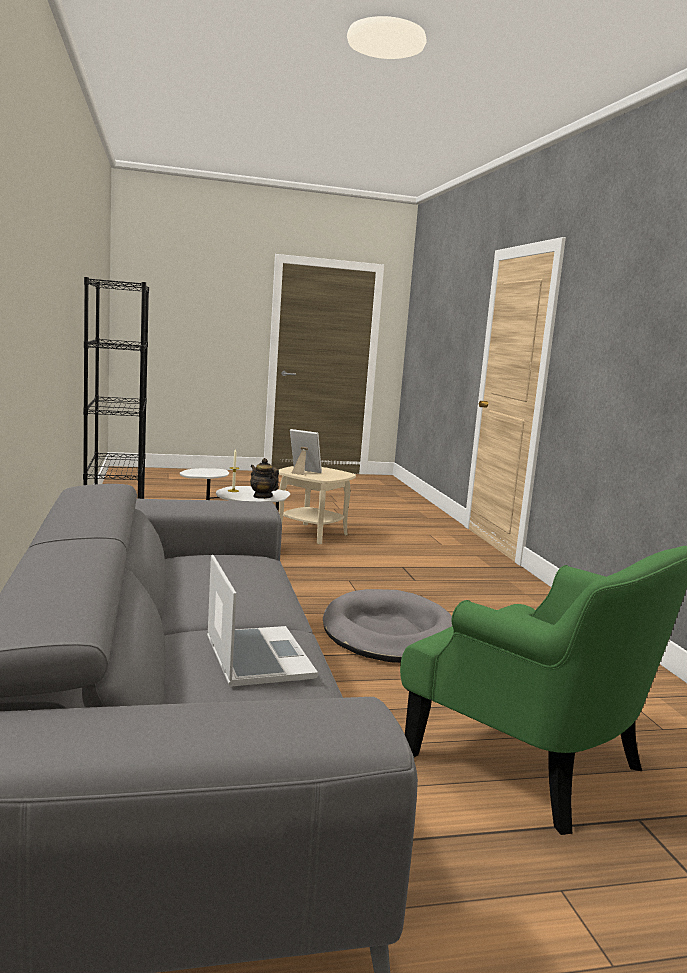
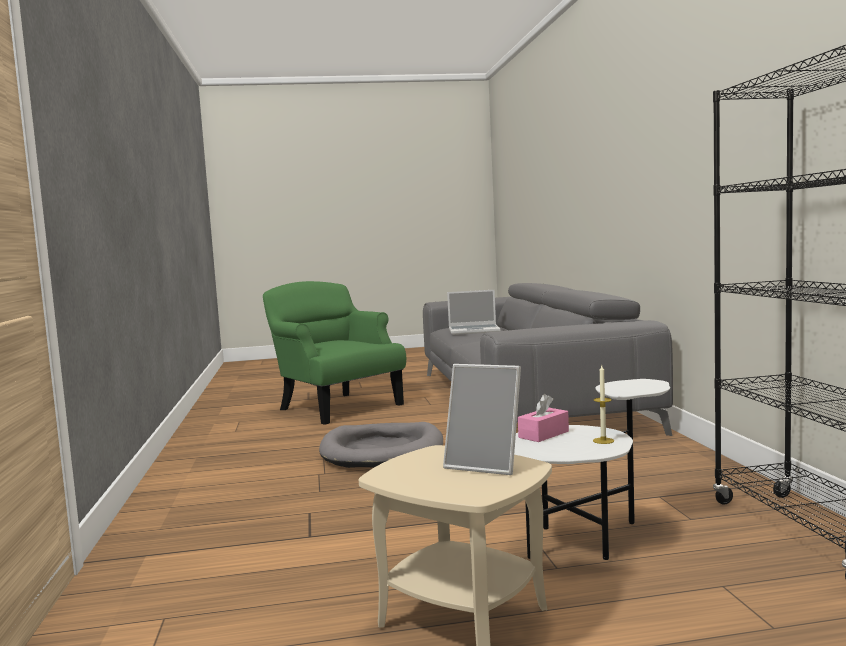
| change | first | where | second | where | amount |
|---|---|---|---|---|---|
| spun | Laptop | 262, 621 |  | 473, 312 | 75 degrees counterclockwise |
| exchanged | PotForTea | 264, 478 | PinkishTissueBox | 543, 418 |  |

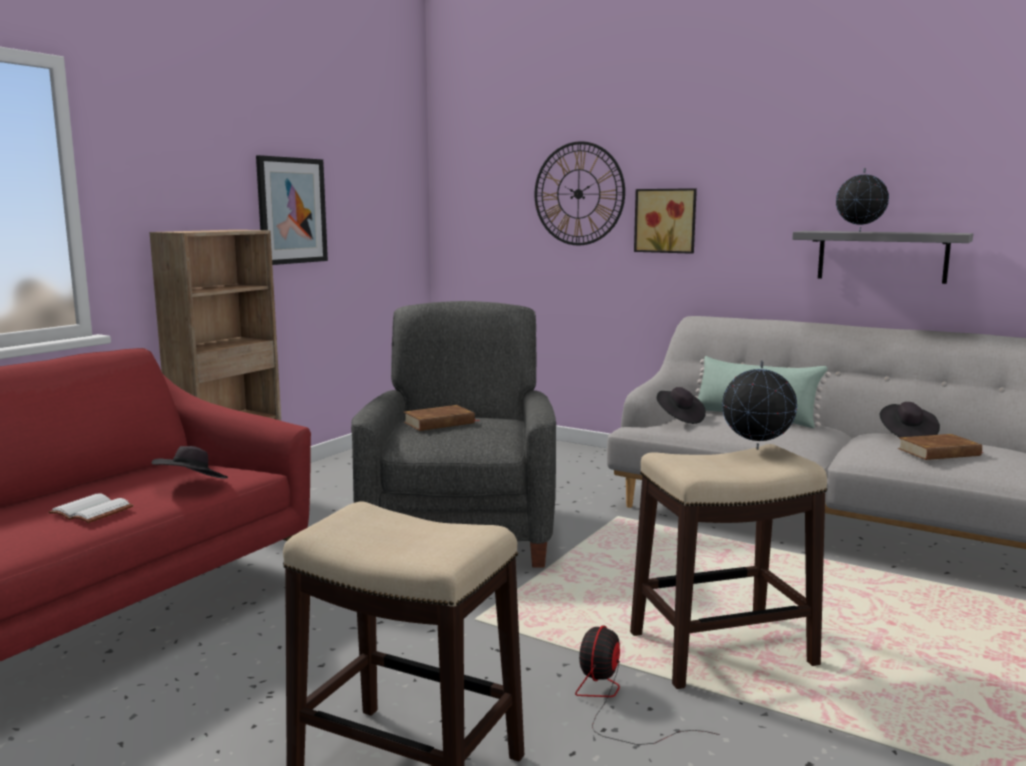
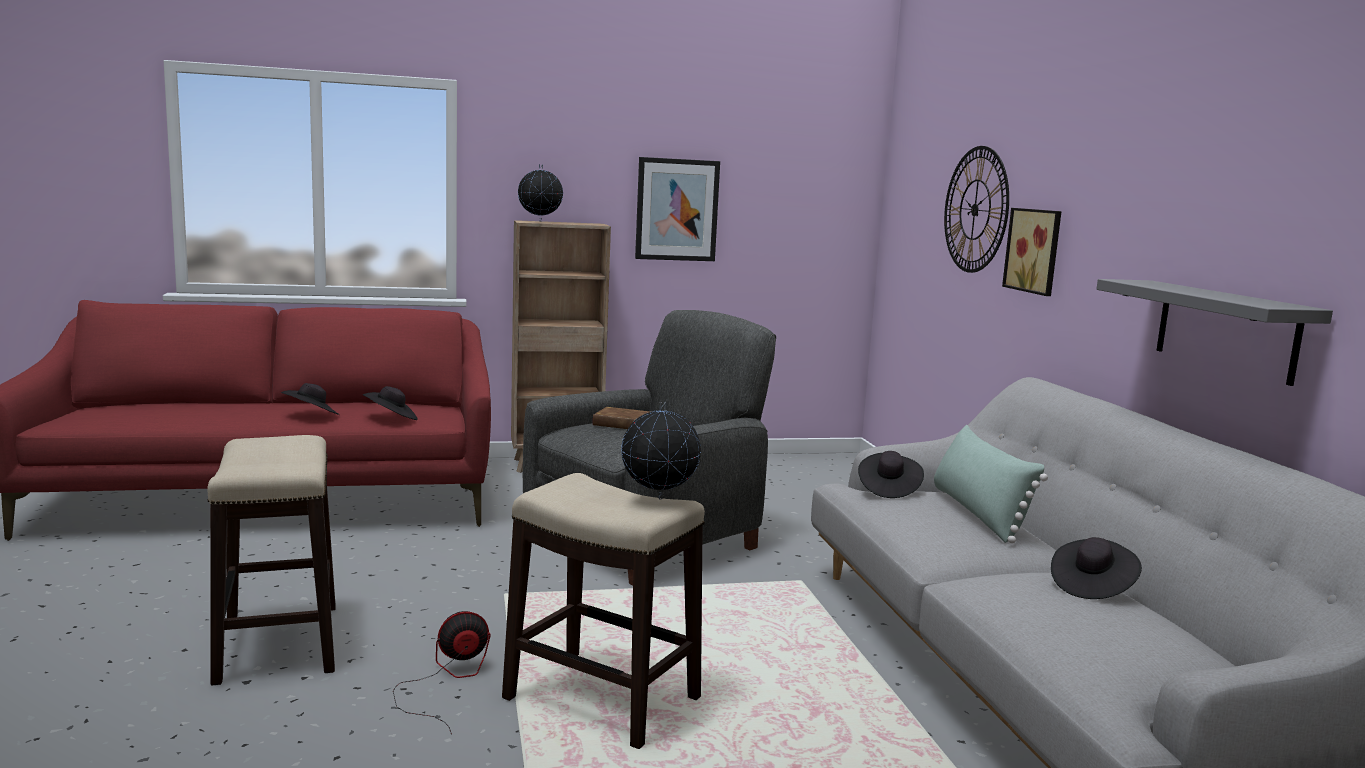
| change | first | where | second | where | amount |
|---|---|---|---|---|---|
| exchanged | WhiteColouredVolume | 91, 508 | BlackishHat | 310, 399 |  |
| relocated | Globe | 862, 200 |  | 540, 193 |  |
| missing | BrownishVolume | 939, 447 |  |  |  |

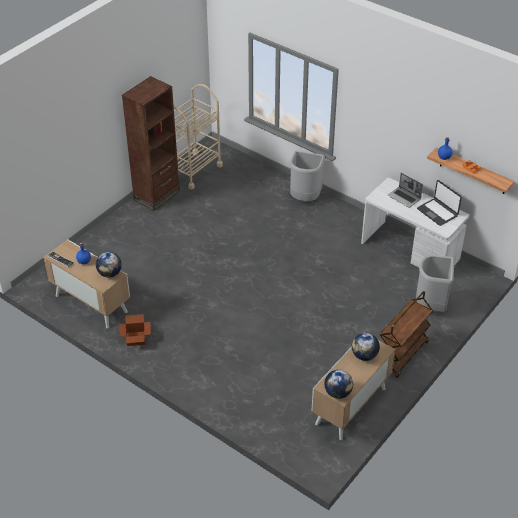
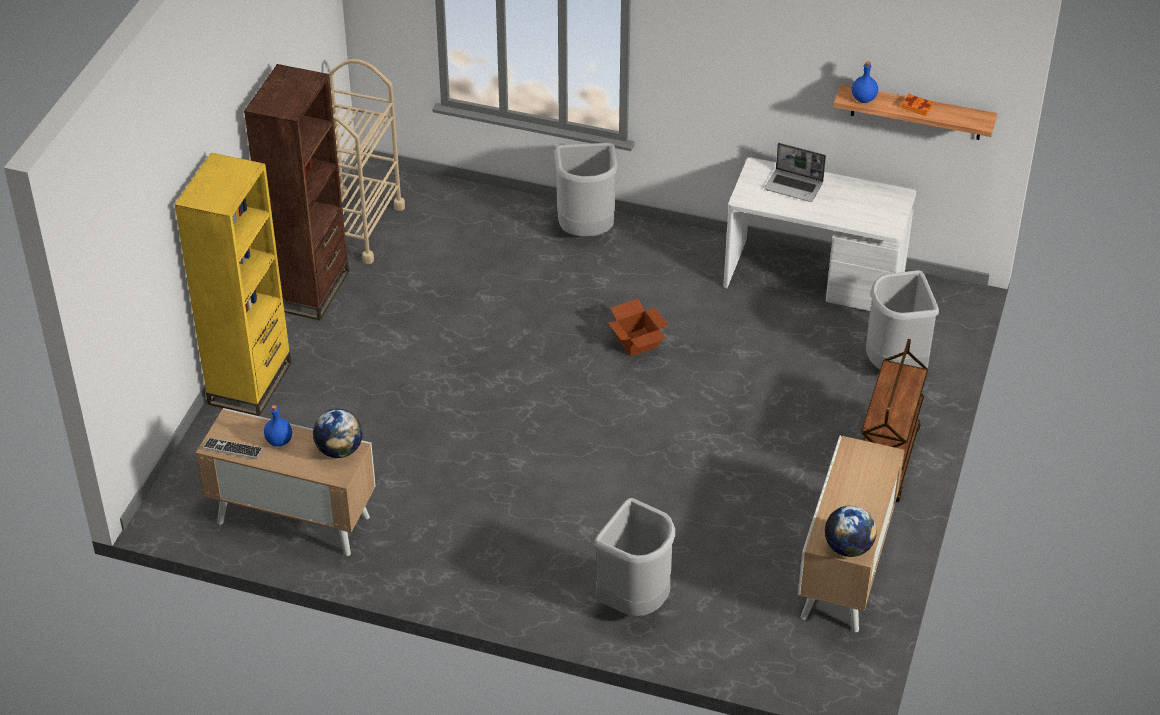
| change | first | where | second | where | amount |
|---|---|---|---|---|---|
| relocated | PackingBox | 135, 330 |  | 638, 327 |  |
| missing | Globe | 366, 347 |  |  |  |
| missing | Laptop | 439, 203 |  |  |  |
| appeared |  |  | YellowColouredBookcase | 232, 284 |  |
| appeared |  |  | GreyishWasteBin | 634, 557 |  |

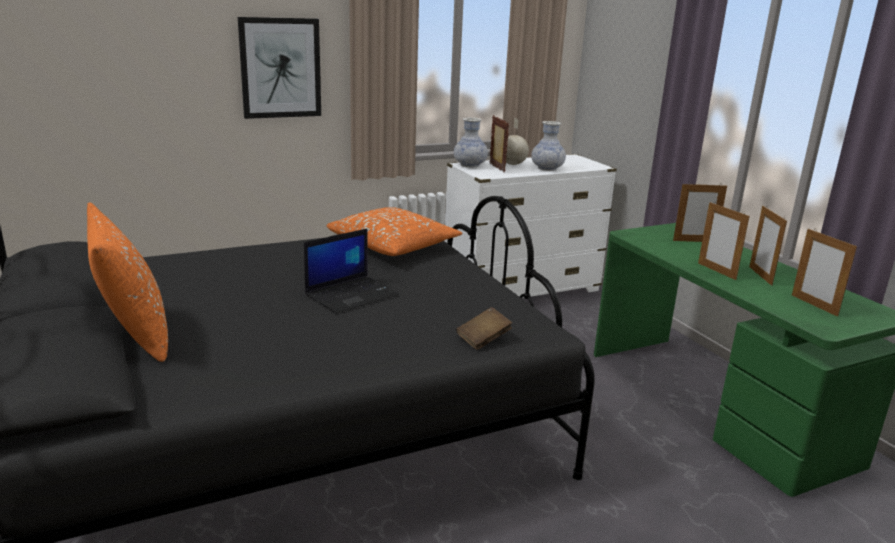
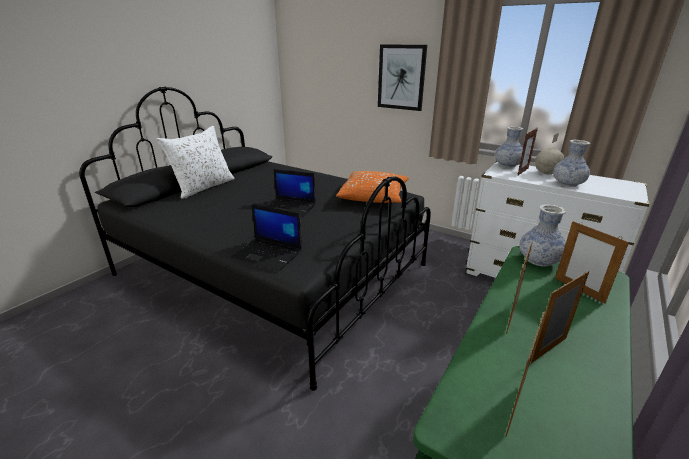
| change | first | where | second | where | amount |
|---|---|---|---|---|---|
| colour | OrangeThrowPillow | 127, 282 | WhiteColouredThrowPillow | 195, 162 |  |
| exchanged | BrownishVolume | 484, 328 | Laptop | 266, 237 |  |
| appeared |  |  | FlowerVase | 542, 235 |  |

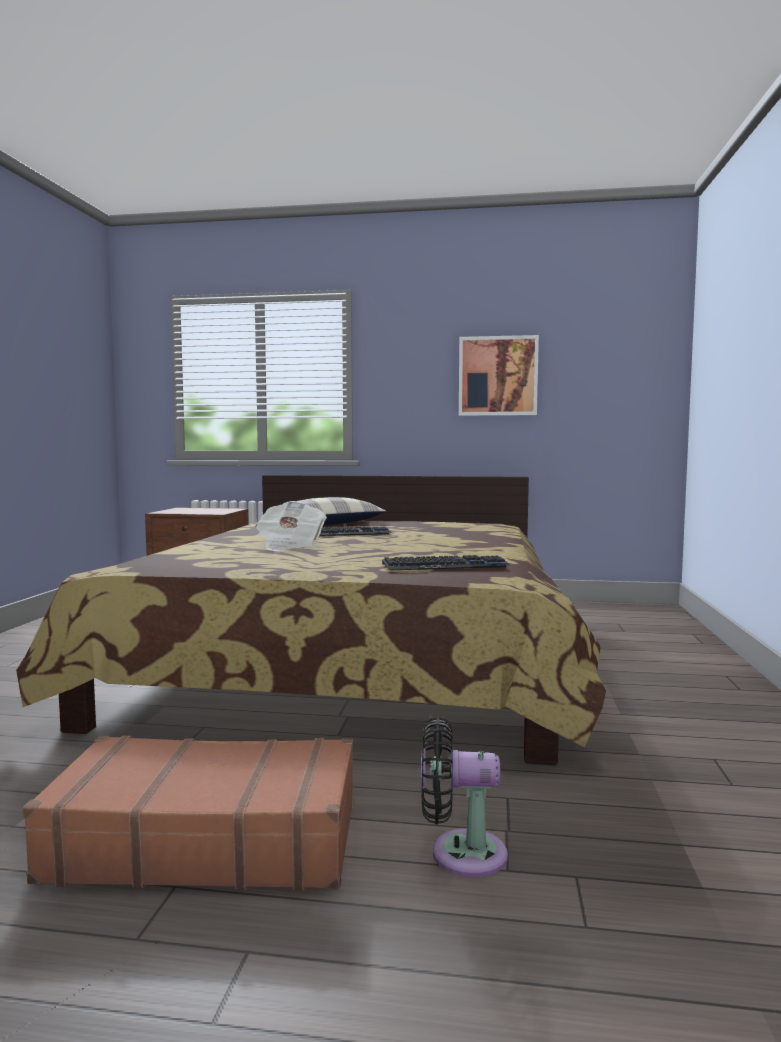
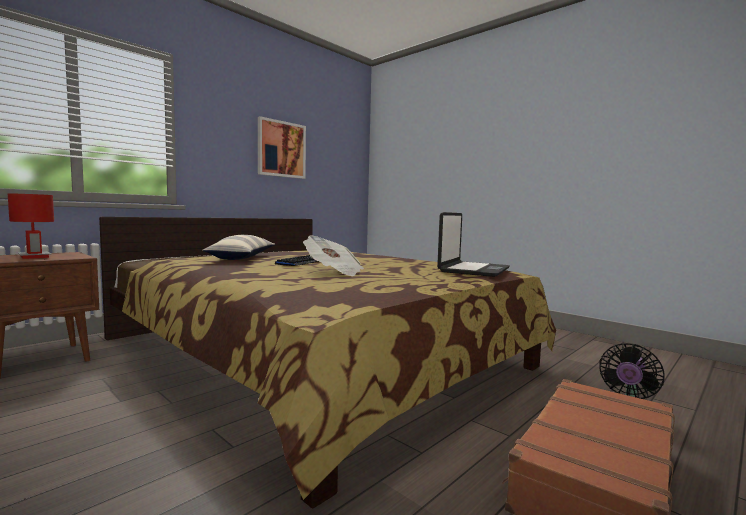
| change | first | where | second | where | amount |
|---|---|---|---|---|---|
| exchanged | ComputerKeyboard | 446, 562 | Laptop | 473, 244 |  |
| appeared |  |  | RedLampForATable | 31, 226 |  |

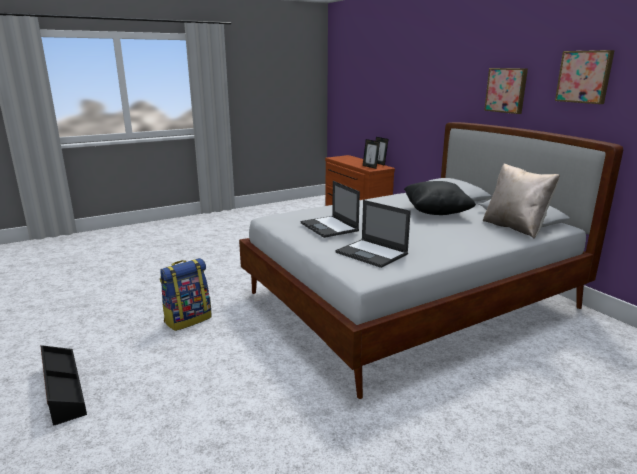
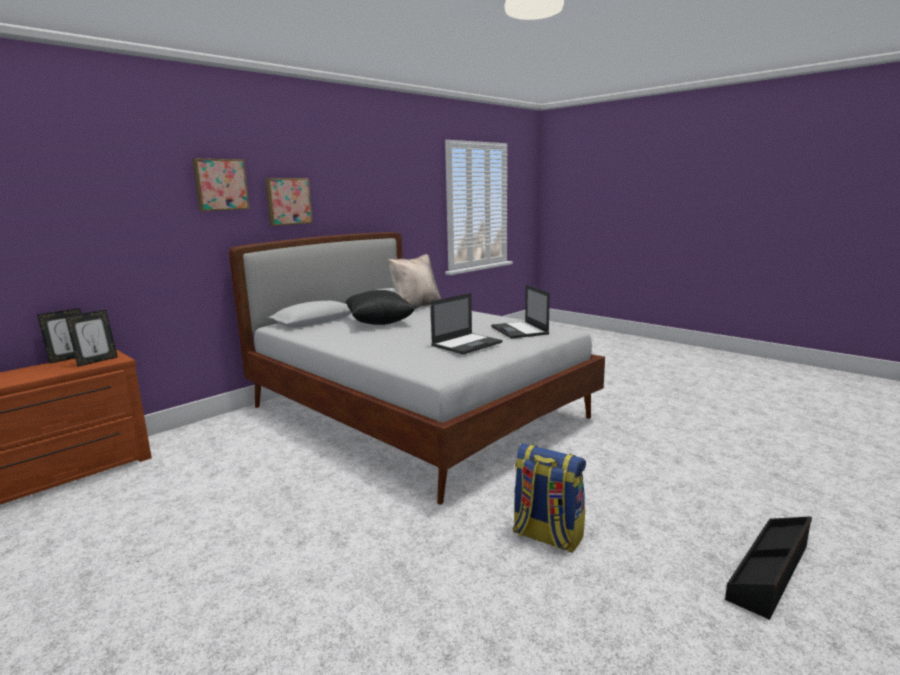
| change | first | where | second | where | amount |
|---|---|---|---|---|---|
| spun | Laptop | 373, 234 |  | 520, 312 | 135 degrees clockwise |
| relocated | WallArt | 585, 77 |  | 221, 184 |  |

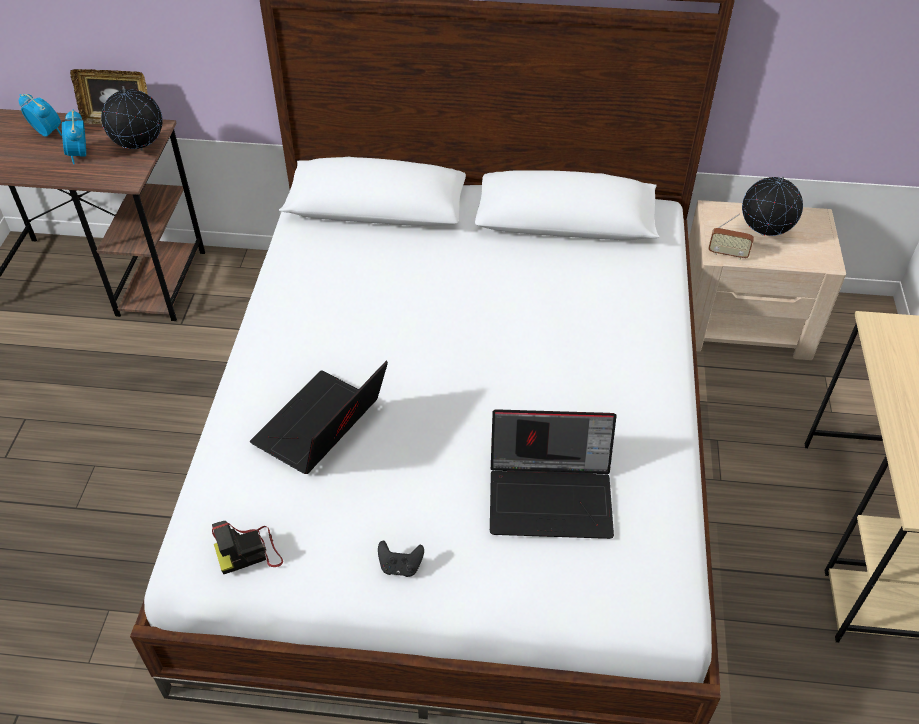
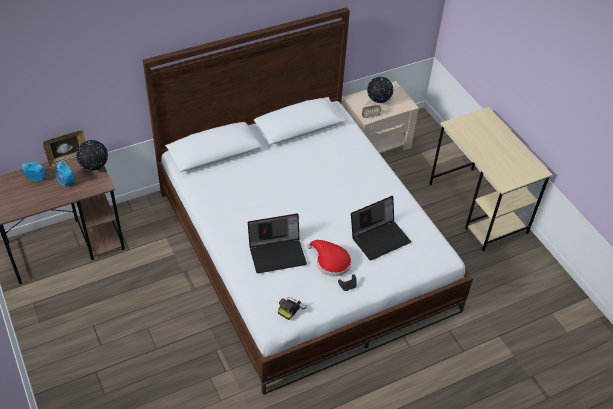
| change | first | where | second | where | amount |
|---|---|---|---|---|---|
| spun | Laptop | 319, 417 |  | 277, 243 | 105 degrees counterclockwise |
| appeared |  |  | RedHat | 329, 258 |  |

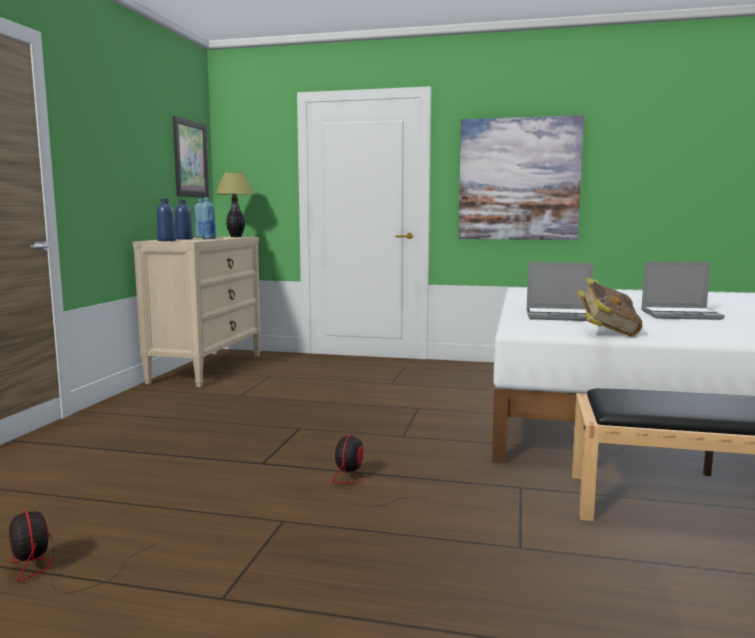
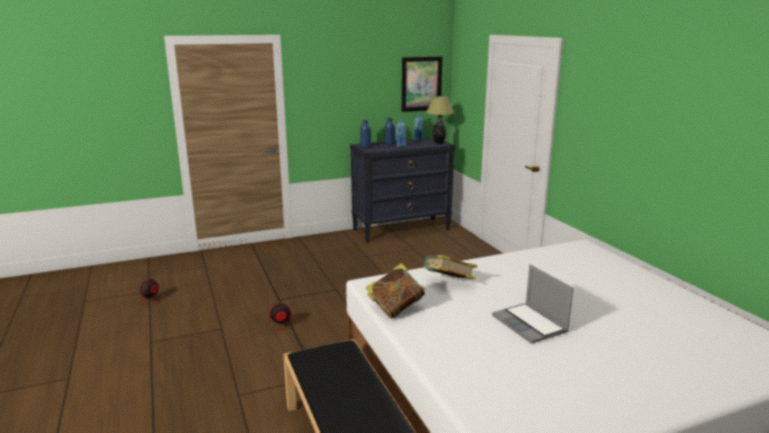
| change | first | where | second | where | amount |
|---|---|---|---|---|---|
| colour | BeigeColouredDrawerChest | 197, 312 | BlackishDrawerChest | 402, 190 |  |
| missing | WallArt | 521, 177 |  |  |  |
| exchanged | Laptop | 560, 291 | Volume | 450, 267 |  |

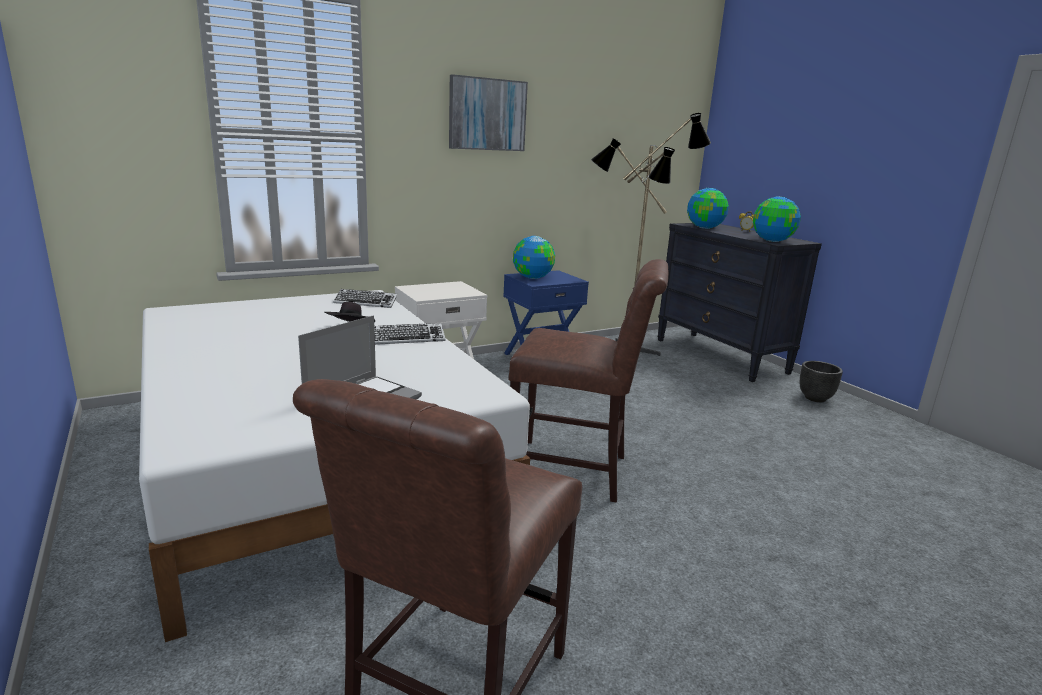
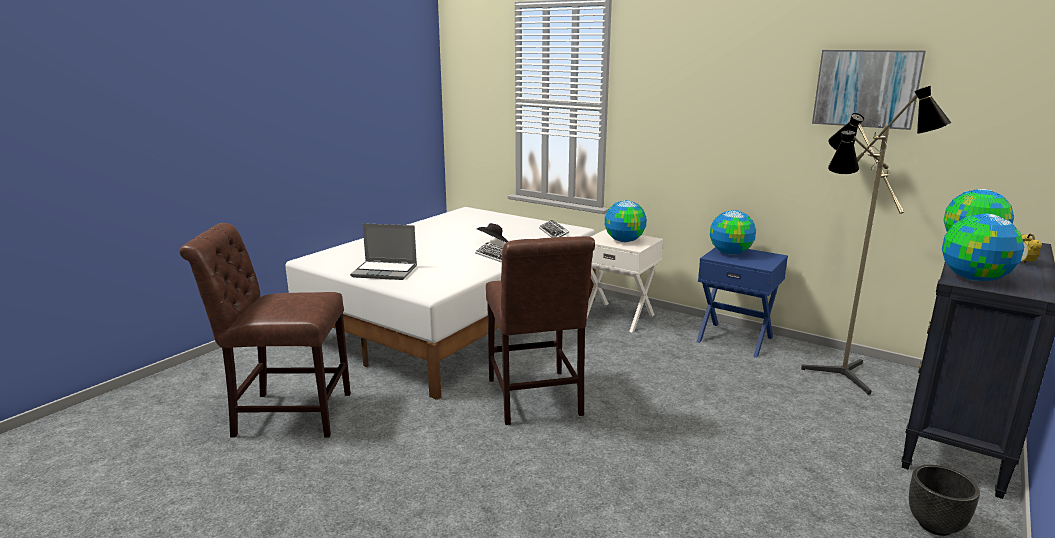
| change | first | where | second | where | amount |
|---|---|---|---|---|---|
| relocated | WallArt | 488, 112 |  | 869, 90 |  |
| appeared |  |  | Globe | 626, 221 |  |

